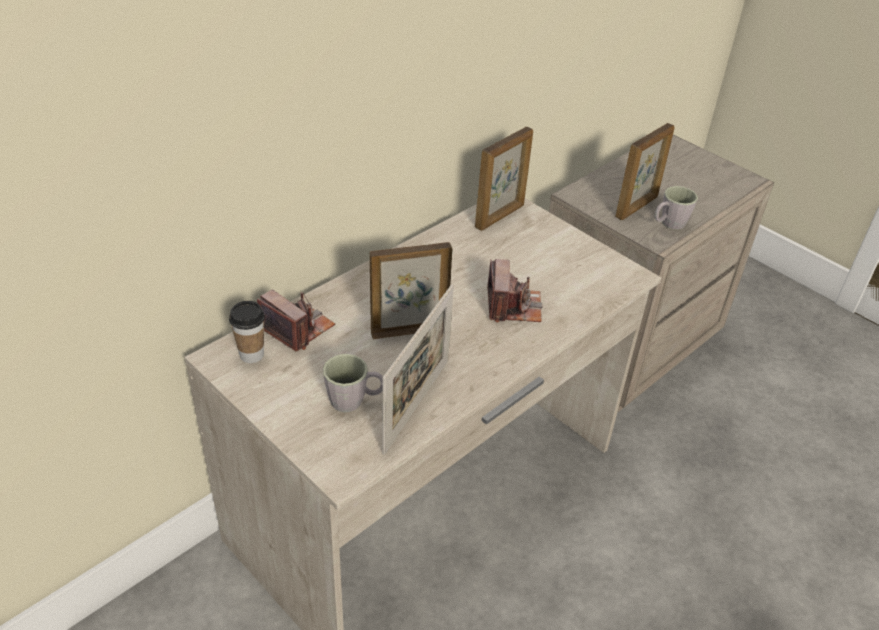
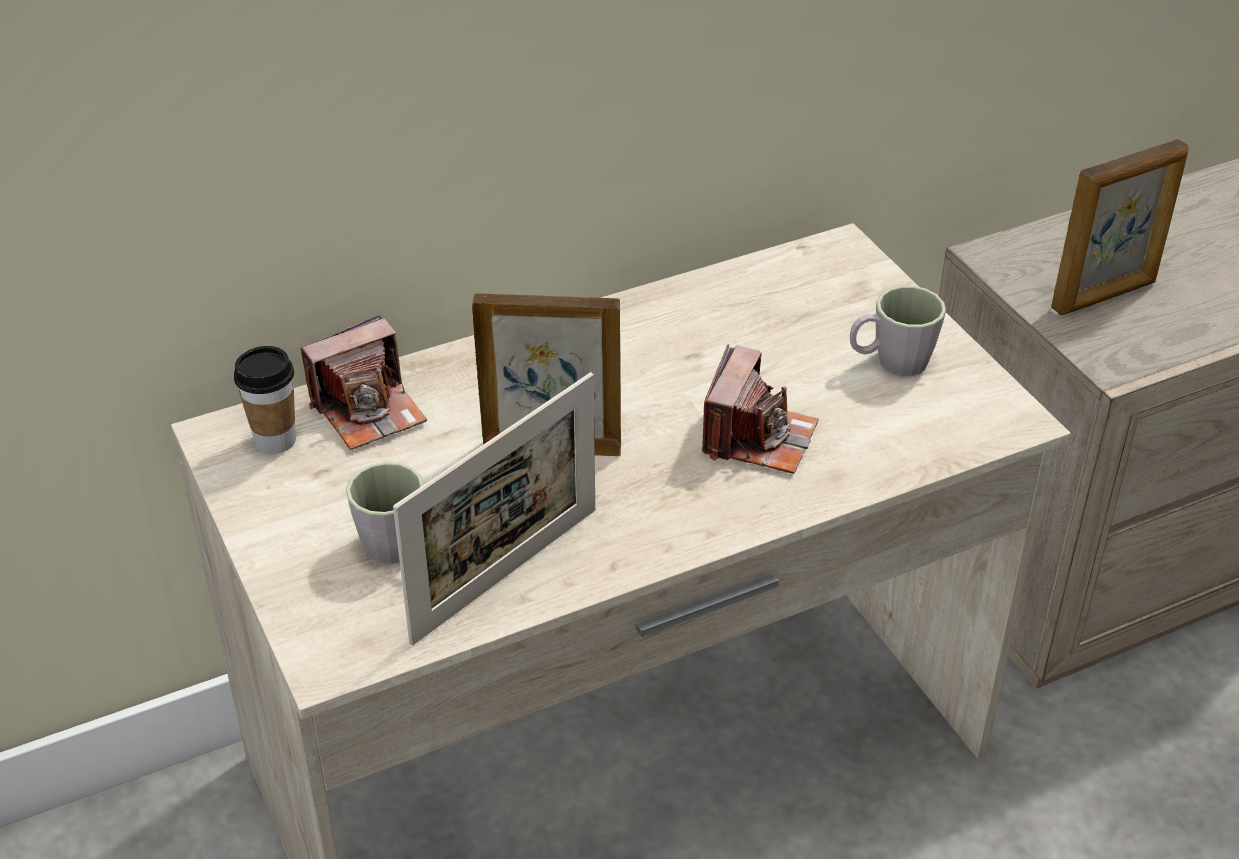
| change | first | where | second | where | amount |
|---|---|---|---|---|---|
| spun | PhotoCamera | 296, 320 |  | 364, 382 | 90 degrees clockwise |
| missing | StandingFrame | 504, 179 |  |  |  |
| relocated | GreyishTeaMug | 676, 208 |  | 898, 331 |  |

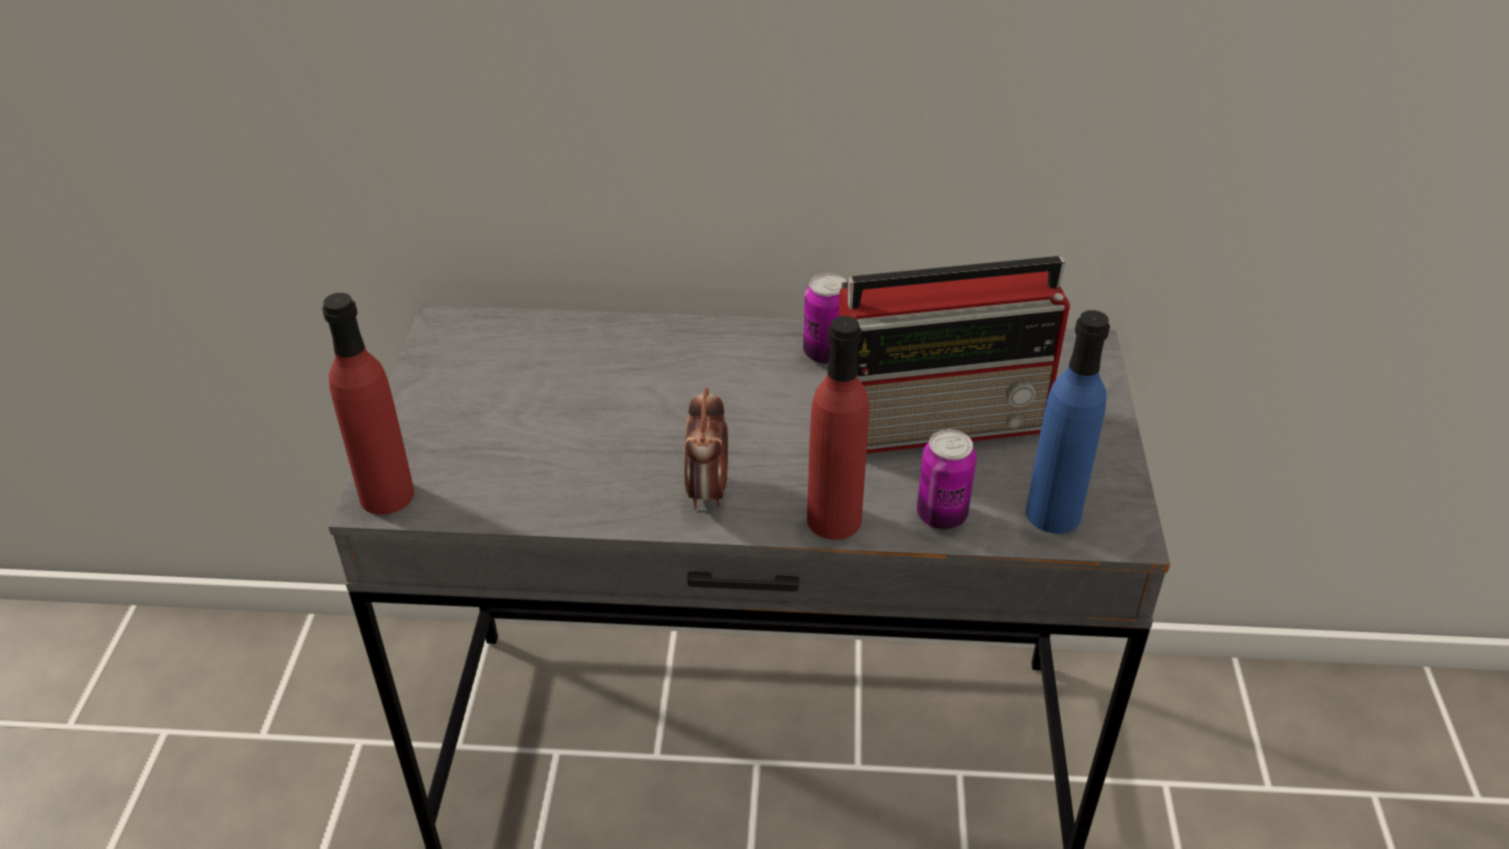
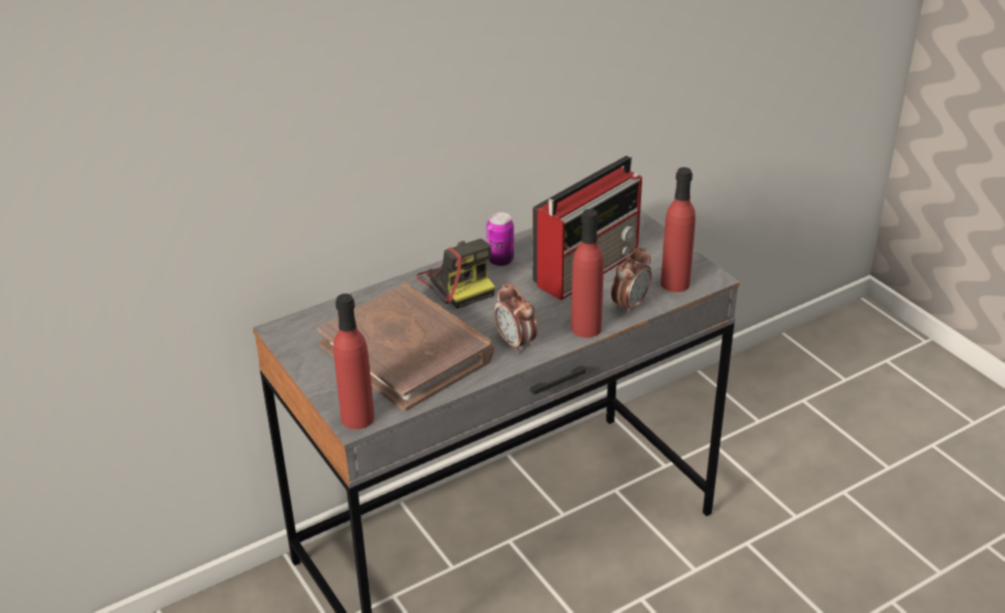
| change | first | where | second | where | amount |
|---|---|---|---|---|---|
| exchanged | MetalCan | 947, 479 | TableClock | 631, 281 |  |
| colour | BlueColouredDrinkBottle | 1068, 422 | RedDrinkBottle | 678, 229 |  |
| appeared |  |  | BrownishVolume | 405, 347 |  |
| appeared |  |  | PhotoCamera | 456, 274 |  |

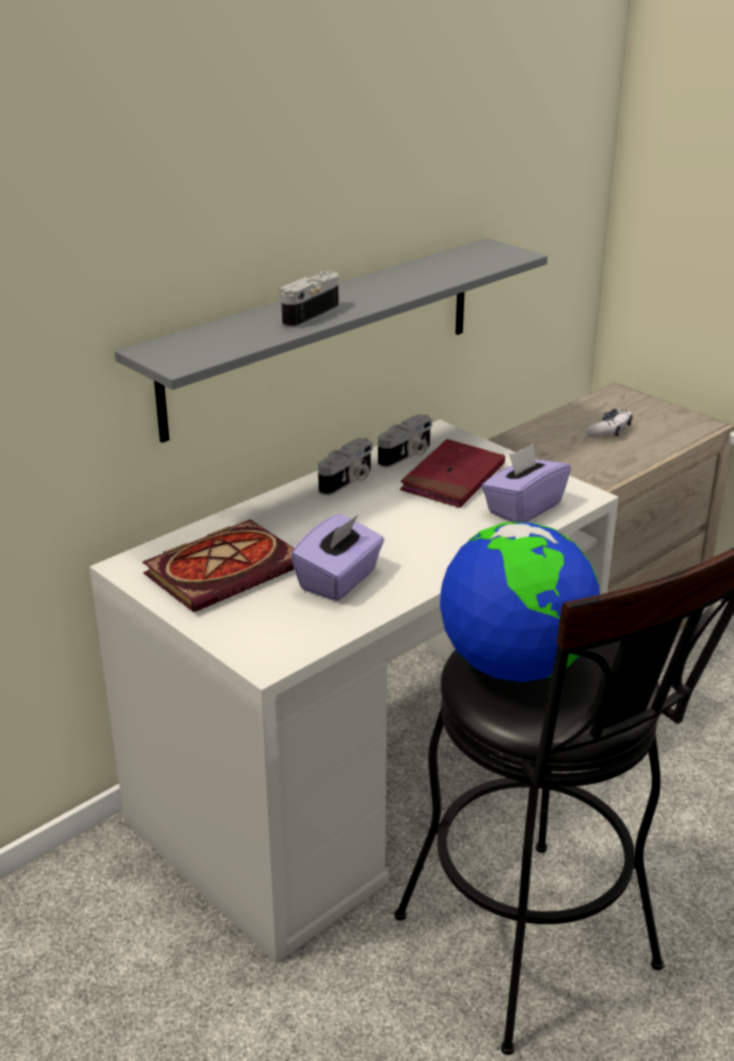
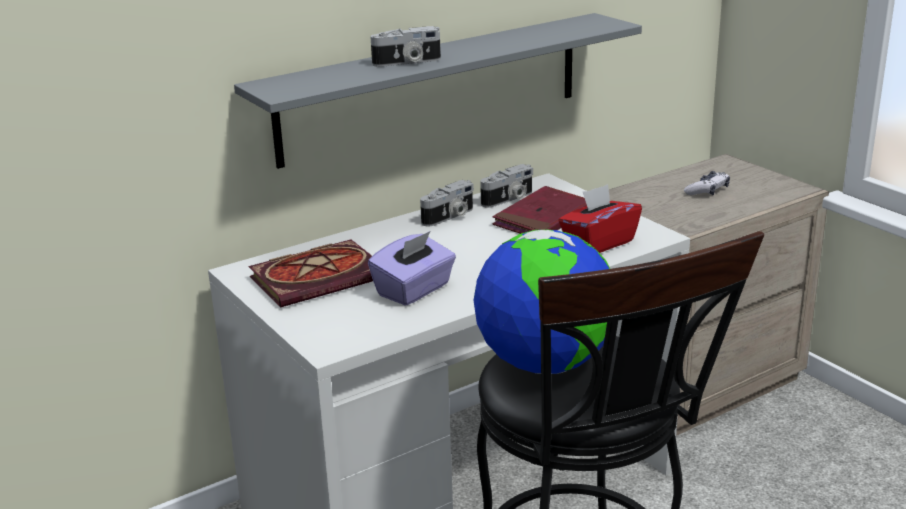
| change | first | where | second | where | amount |
|---|---|---|---|---|---|
| spun | PhotoCamera | 309, 299 |  | 405, 46 | 150 degrees counterclockwise |
| colour | PurpleColouredTissueBox | 526, 483 | RedTissueBox | 600, 218 |  |

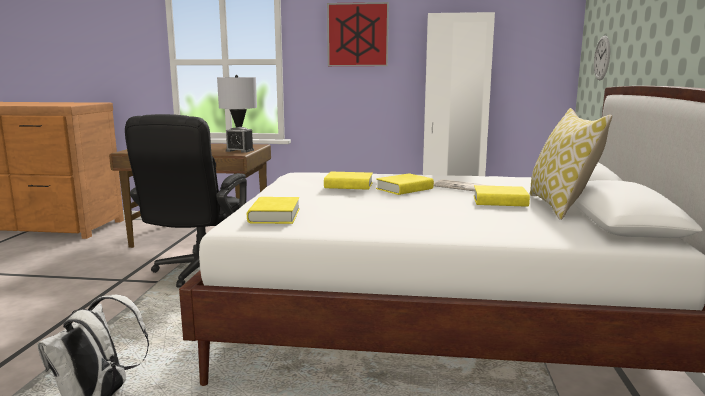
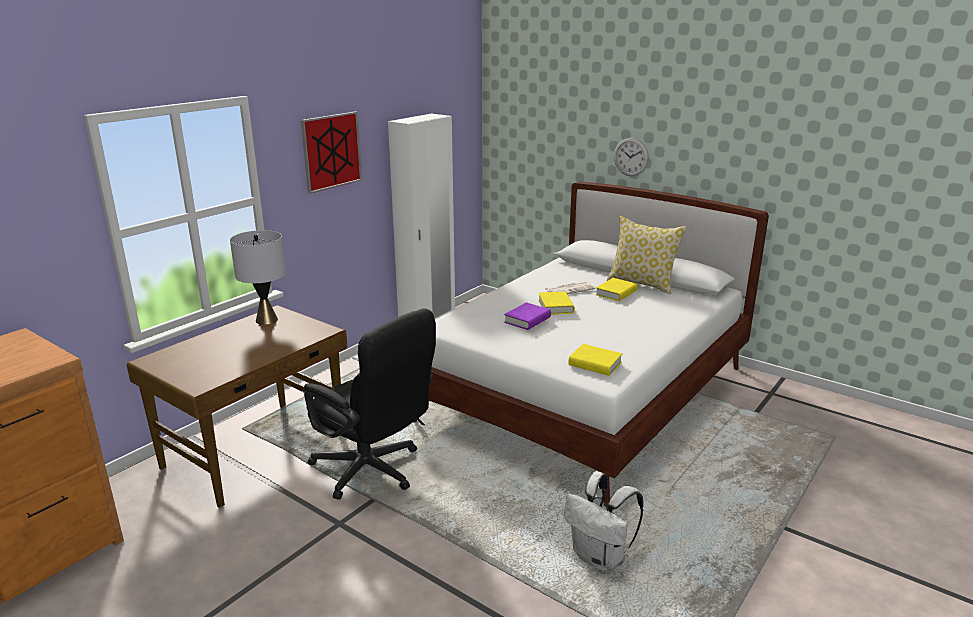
| change | first | where | second | where | amount |
|---|---|---|---|---|---|
| missing | TableClock | 240, 140 |  |  |  |
| colour | YellowColouredVolume | 348, 181 | PurpleColouredVolume | 527, 316 |  |
| relocated | ClockOnTheWall | 602, 58 |  | 631, 157 |  |

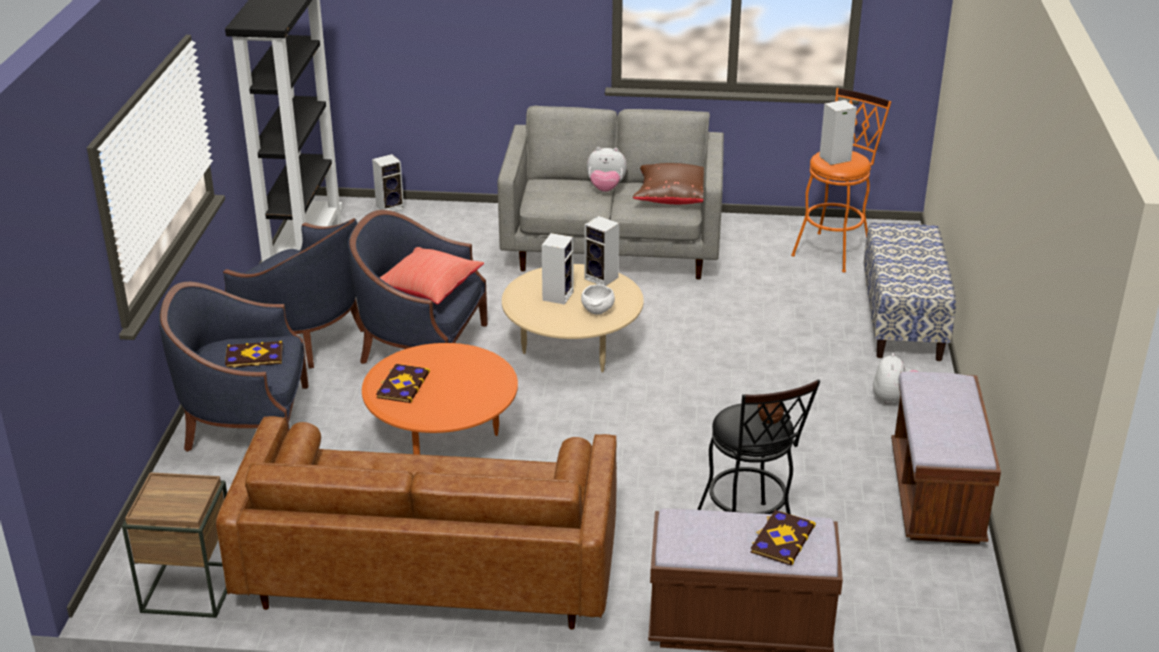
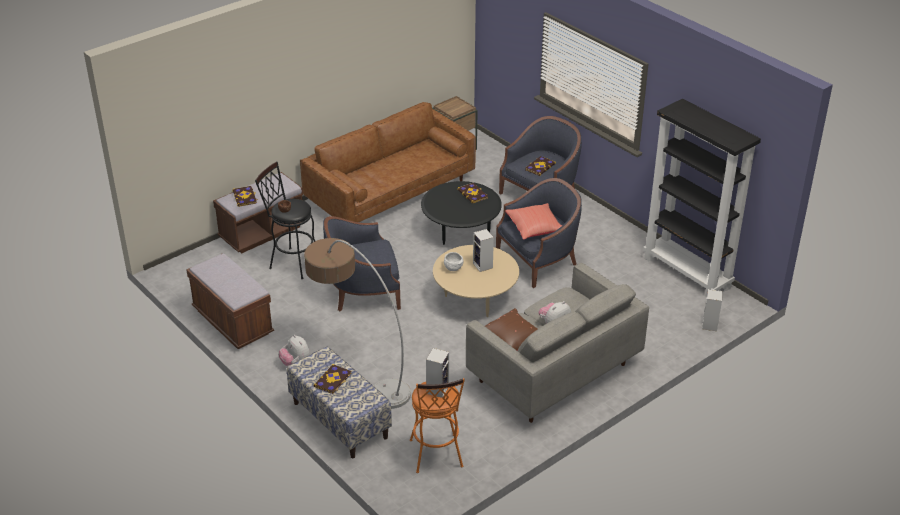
| change | first | where | second | where | amount |
|---|---|---|---|---|---|
| relocated | BlueColouredArmchair | 293, 293 |  | 362, 263 |  |
| colour | OrangeCoffeeTable | 440, 399 | BlackishCoffeeTable | 461, 213 |  |
| missing | AudioSpeaker | 601, 251 |  |  |  |
| appeared |  |  | StandingLamp | 357, 323 |  |
| appeared |  |  | Volume | 332, 379 |  |

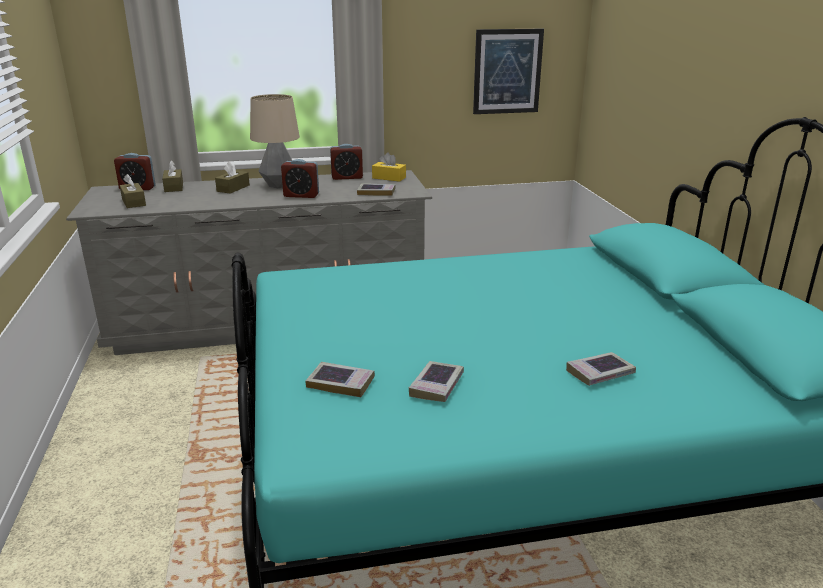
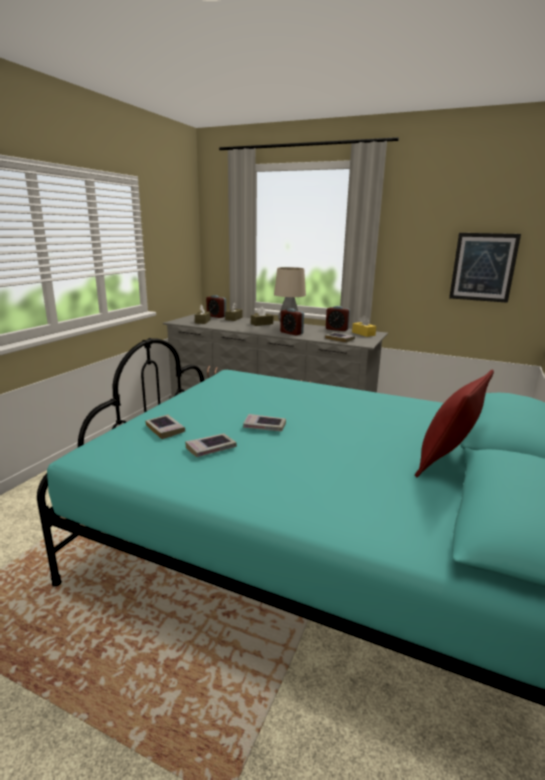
| change | first | where | second | where | amount |
|---|---|---|---|---|---|
| relocated | Volume | 601, 369 |  | 264, 423 |  |
| appeared |  |  | RedThrowPillow | 454, 423 |  |

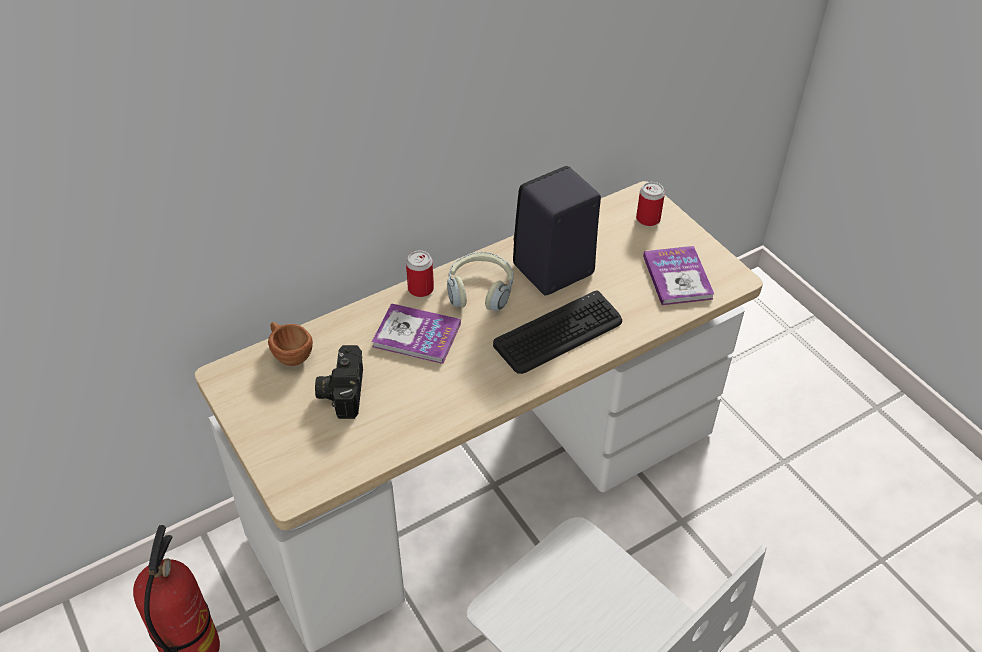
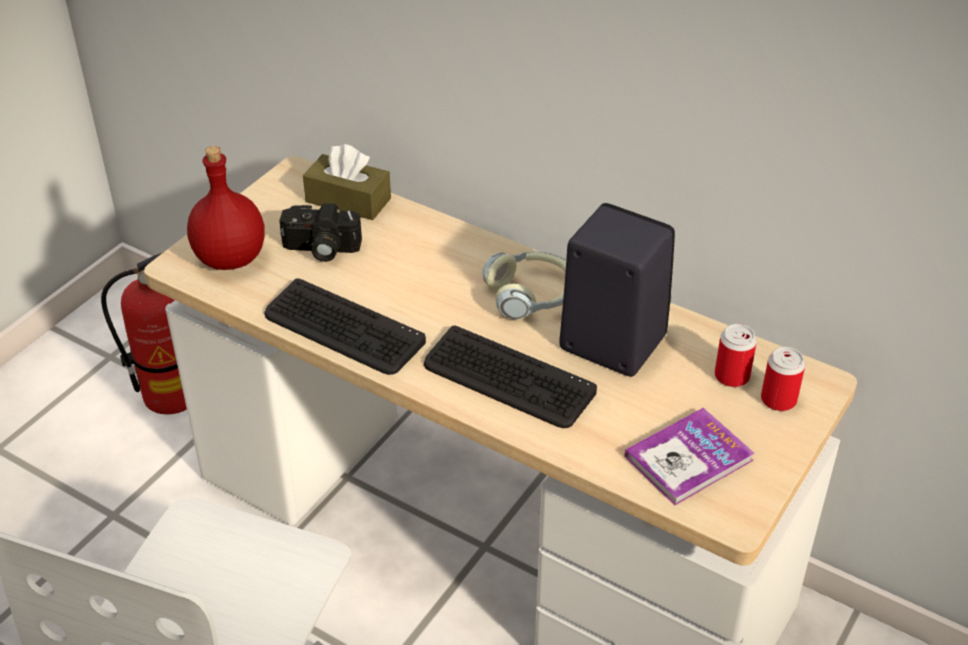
| change | first | where | second | where | amount |
|---|---|---|---|---|---|
| exchanged | BrownishCup | 290, 344 | BrownishTissueBox | 347, 182 |  |
| spun | PhotoCamera | 339, 382 |  | 320, 232 | 150 degrees counterclockwise |
| missing | Volume | 416, 333 |  |  |  |
| relocated | MetalCan | 420, 274 |  | 736, 355 |  |
| appeared |  |  | RedDrinkBottle | 225, 208 |  |
| appeared |  |  | ComputerKeyboard | 345, 326 |  |

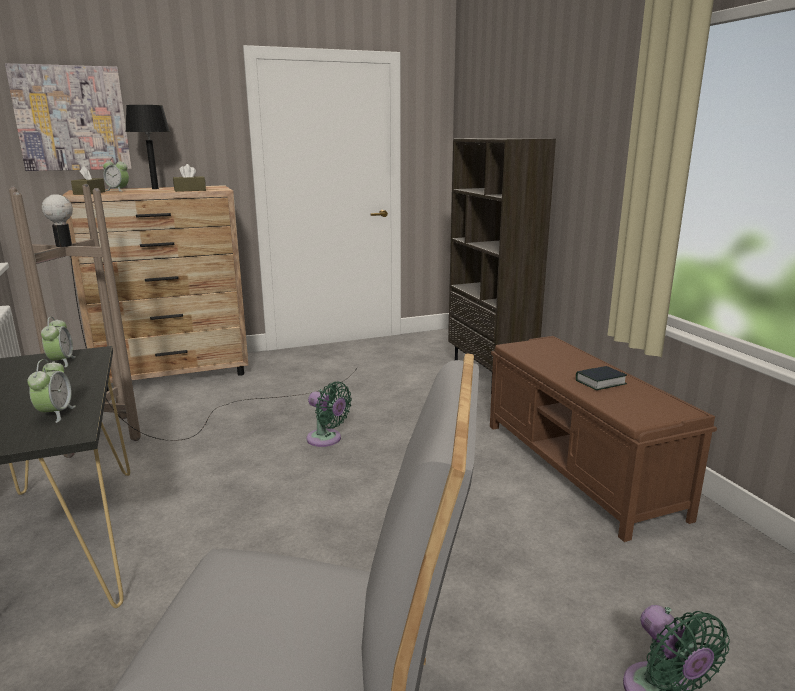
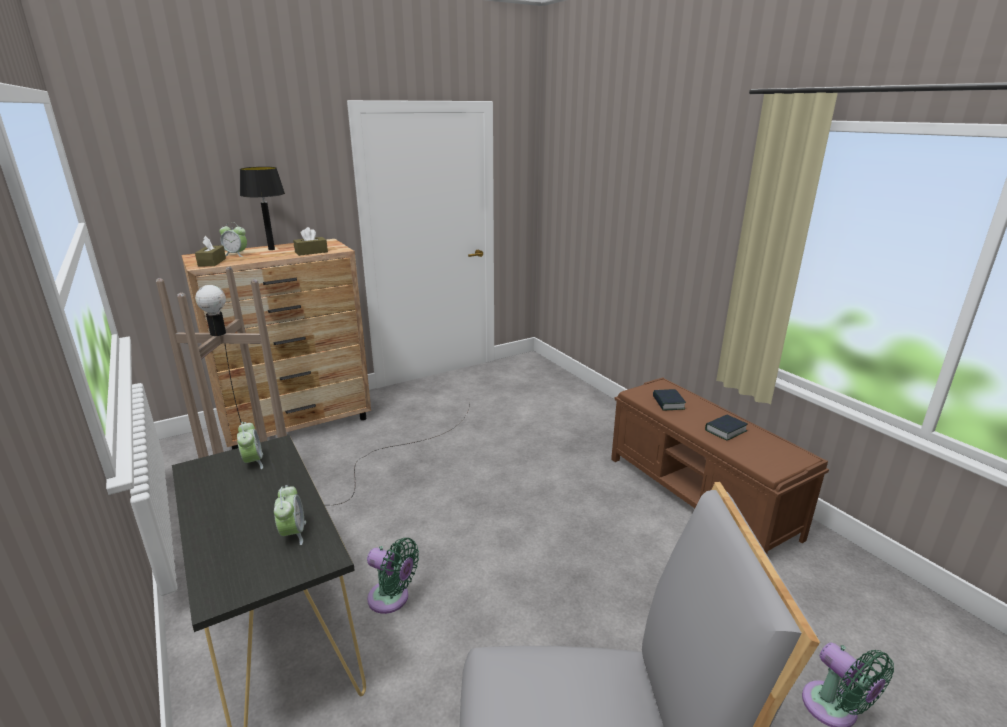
| change | first | where | second | where | amount |
|---|---|---|---|---|---|
| missing | WallArt | 68, 117 |  |  |  |
| relocated | GreenFan | 329, 414 |  | 393, 576 |  |
| missing | BrownishBookcase | 502, 264 |  |  |  |
| appeared |  |  | Volume | 669, 400 |  |

